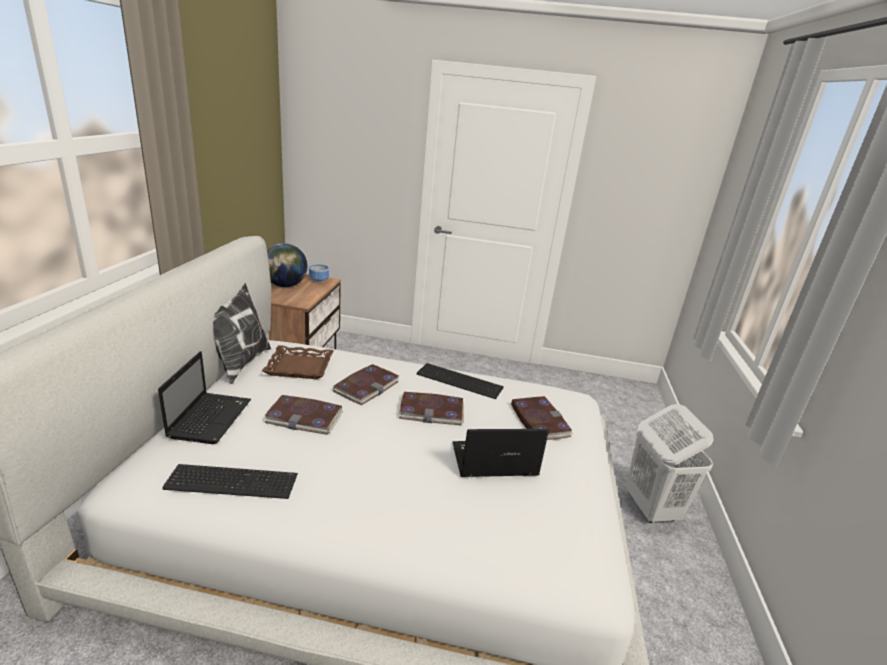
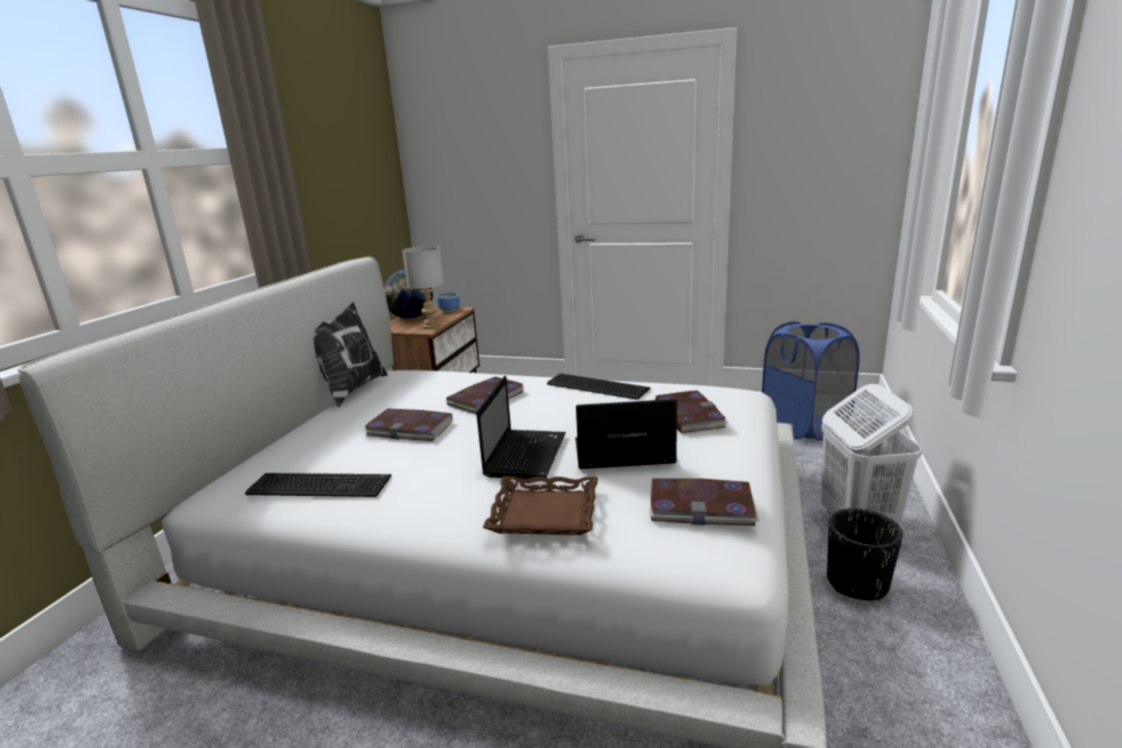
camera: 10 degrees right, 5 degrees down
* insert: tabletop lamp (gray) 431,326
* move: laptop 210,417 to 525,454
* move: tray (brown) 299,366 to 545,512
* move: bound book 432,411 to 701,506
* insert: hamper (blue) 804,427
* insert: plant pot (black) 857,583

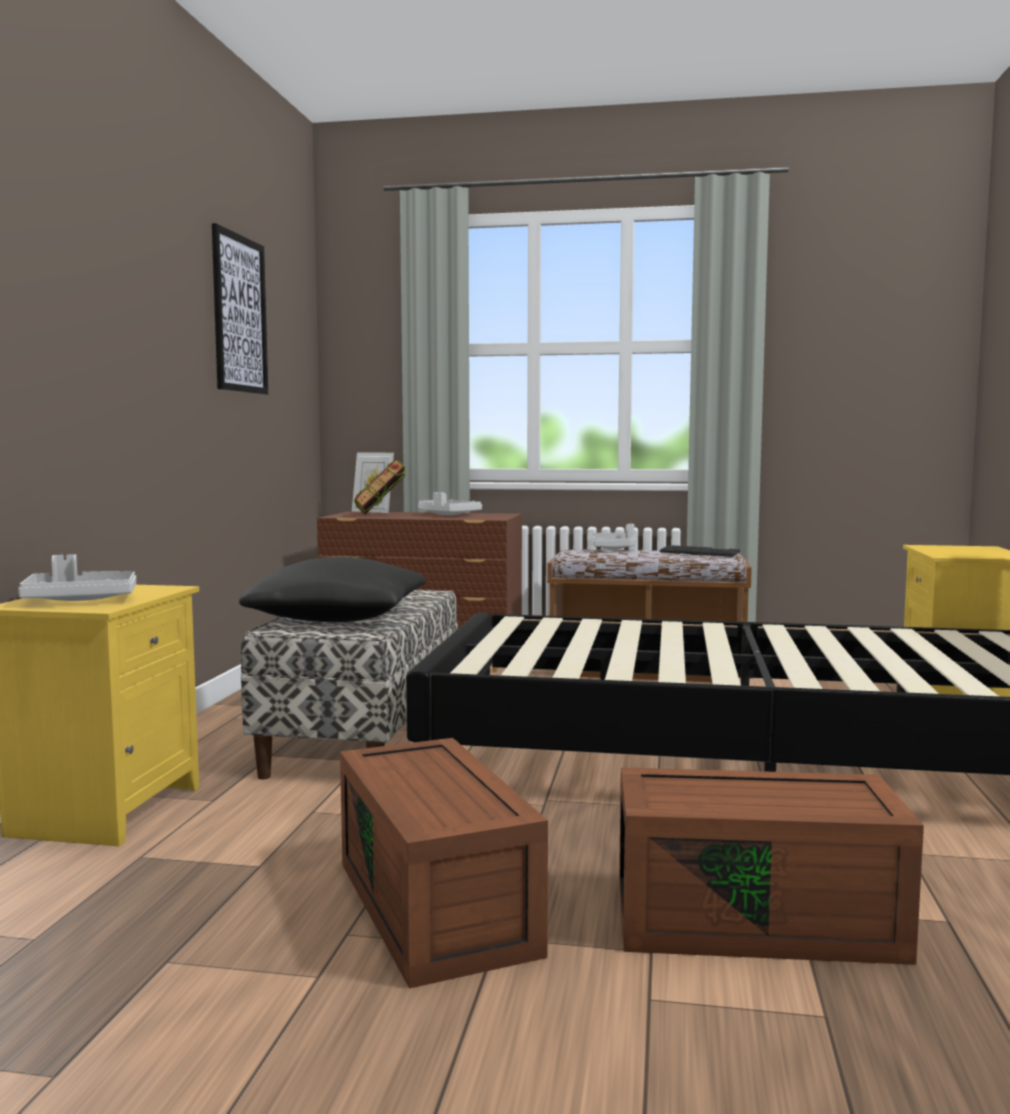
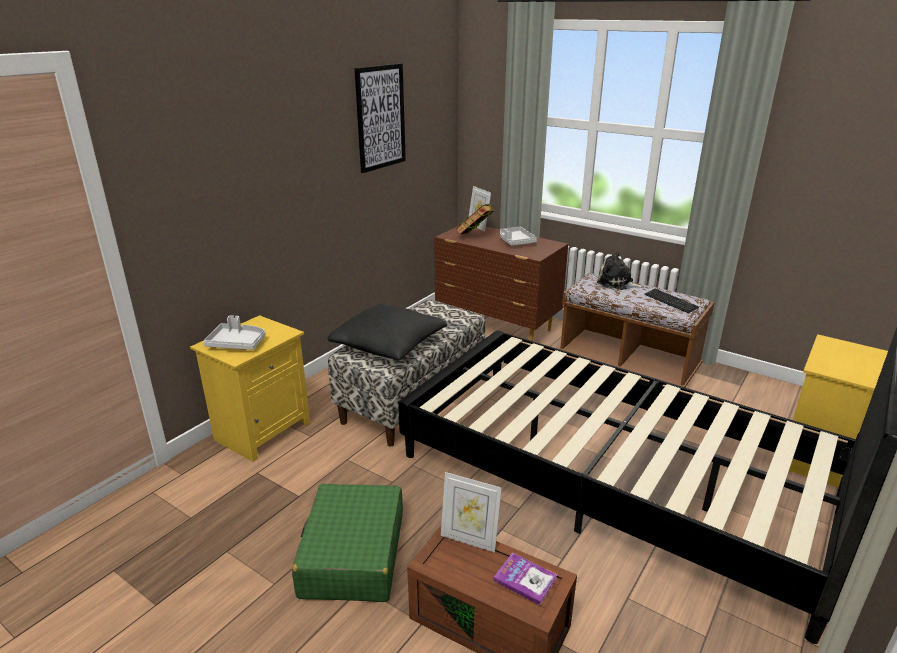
camera: 25 degrees right, 20 degrees up
* replace: storage box (brown) 440,908 to suitcase (green) 352,555
* insert: picture frame 469,539
* insert: bound book 525,579
* replace: tray (gray) 612,549 to cuddly toy 617,283

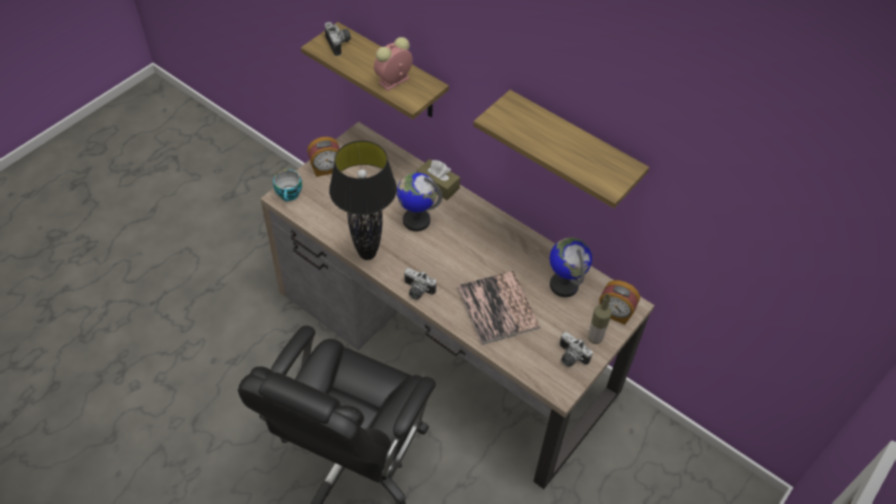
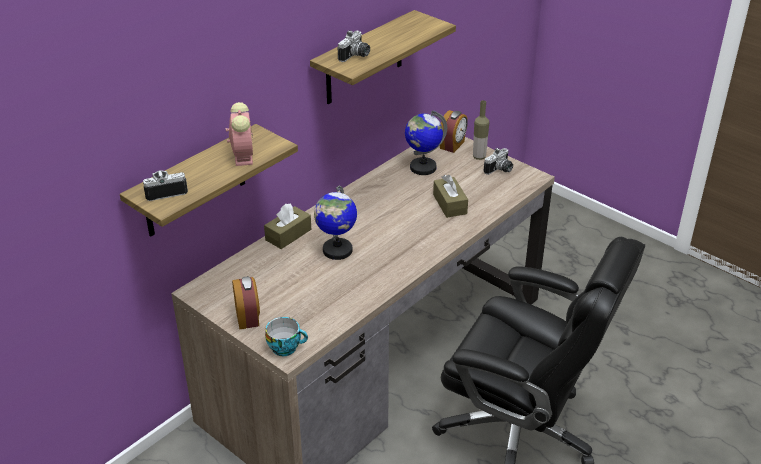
camera: 85 degrees left, 15 degrees down
* rotate: bedside clock 393,81 = 243,155 150 degrees counterclockwise
* move: still camera 417,291 to 356,56
* replace: bound book 498,308 to tissue holder (brown) 450,204
* delete: tabletop lamp (black) 367,254

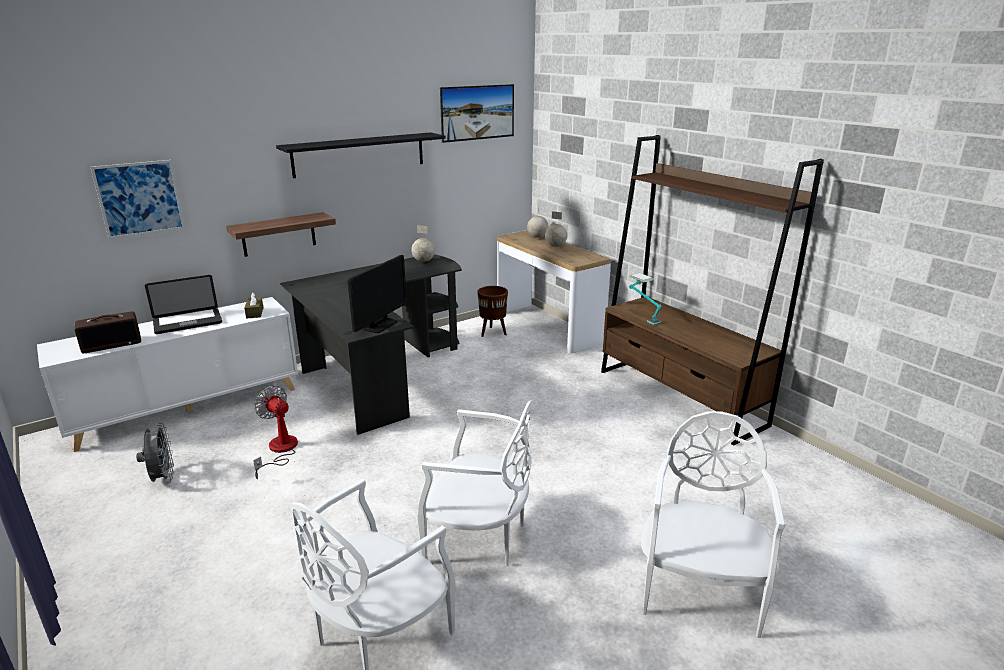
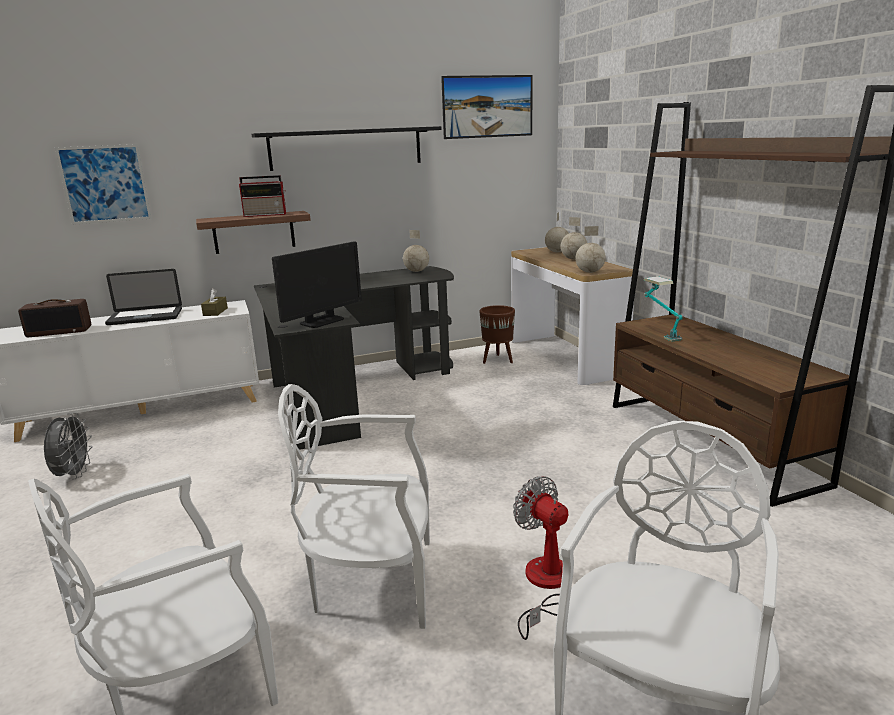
camera: 15 degrees right, 5 degrees down
* insert: radio receiver 266,214
* rotate: chair (white-coloured) 479,538 = 372,583 150 degrees clockwise
* move: cooling fan 279,451 to 545,585
* insert: world globe 589,272

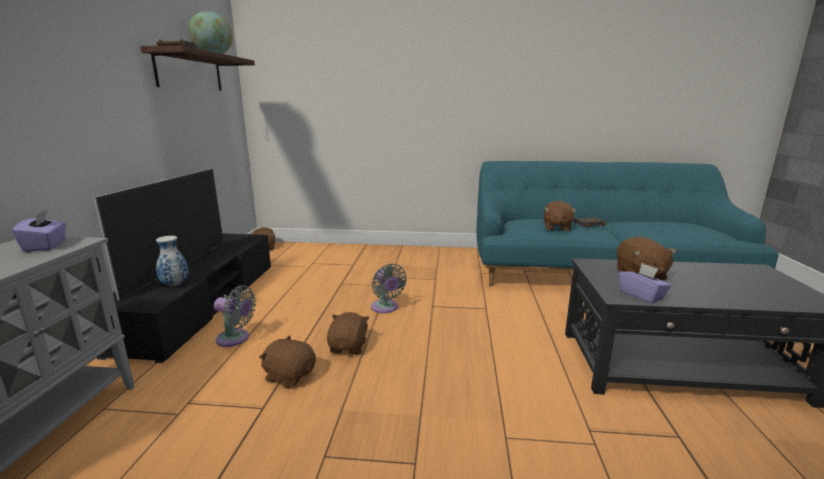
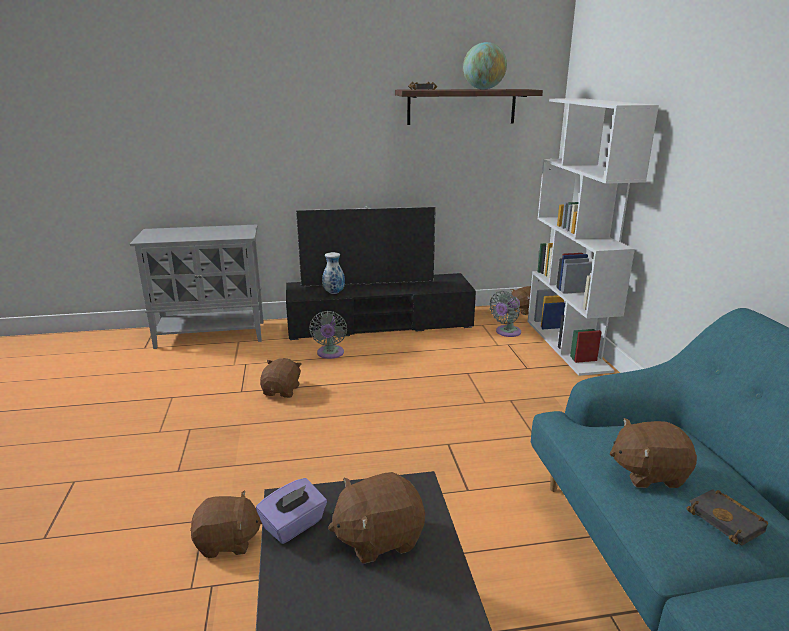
camera: 75 degrees right, 5 degrees up
* move: cuddly toy (brown) 349,347 to 227,542
* move: cooling fan (gray) 385,308 to 506,332
* insert: bookshelf (white-coloured) 567,345
* delete: tissue holder (purplish) 46,245

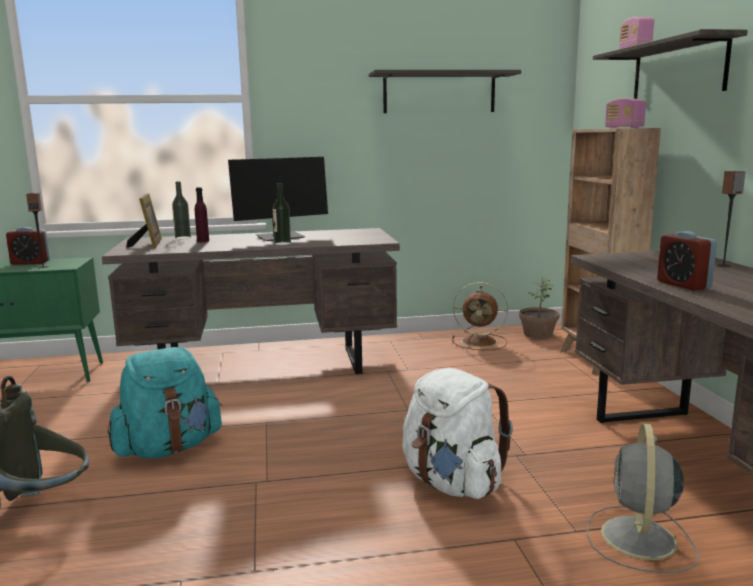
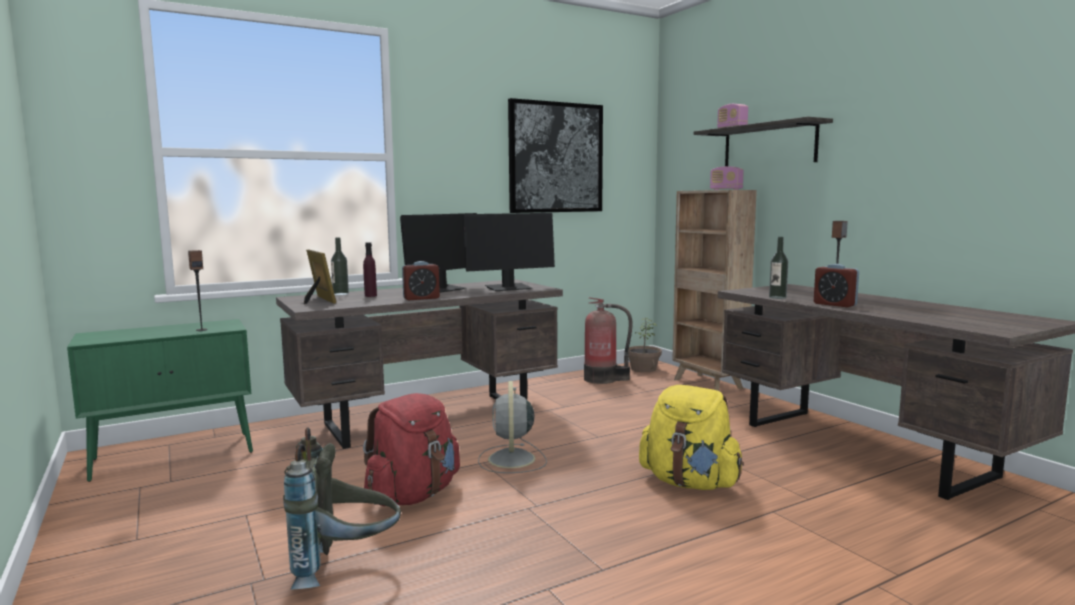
camera: 20 degrees left, 5 degrees down
* recolor: backpack (turquoise) 169,448 to backpack (red-coloured) 413,495
* move: bedside clock 30,263 to 421,298
* insert: computer display 508,288
* move: cooling fan (gray) 639,540 to 511,460
* replace: shelf 439,93 to wall picture 556,157
* replace: cooling fan (brown) 481,342 to extinguisher 603,379
* recolor: backpack (white-coloured) 452,483 to backpack (yellowish) 690,483
* move: drink bottle 282,243 to 777,297

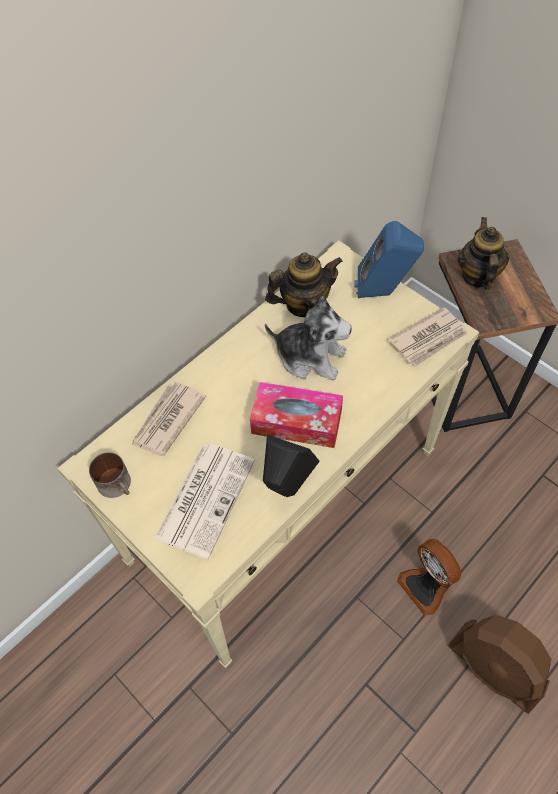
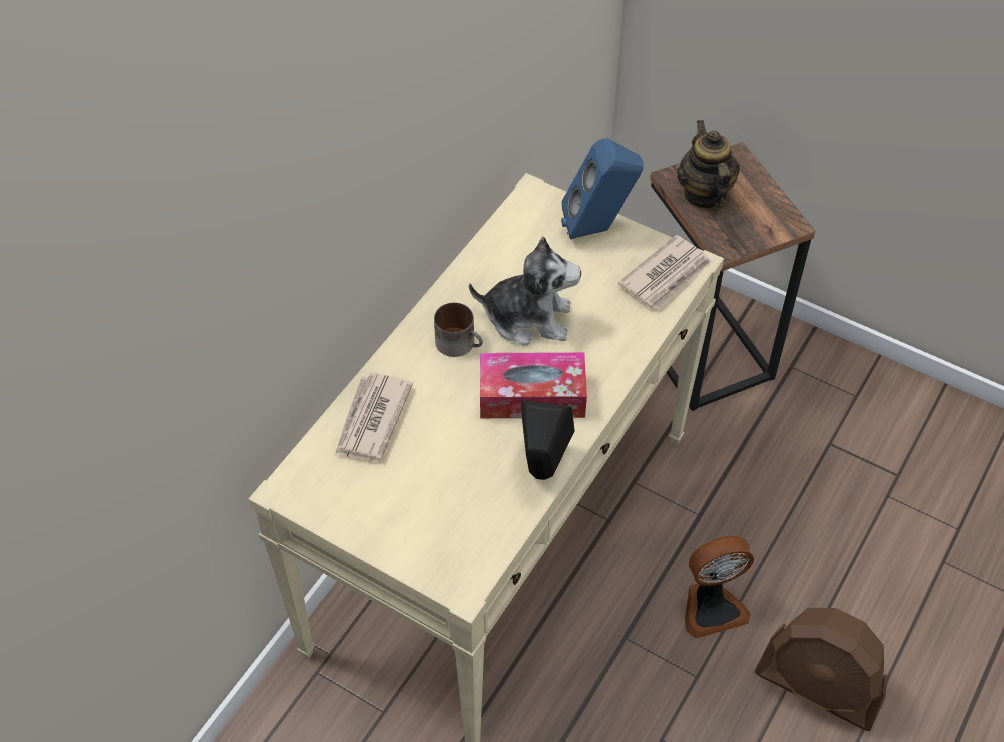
camera: 15 degrees left, 5 degrees down
* move: coffee mug 118,484 to 460,343
* rotate: cooling fan 426,586 = 711,607 60 degrees counterclockwise
* delete: newspaper 205,497
* delete: pot for tea 303,304

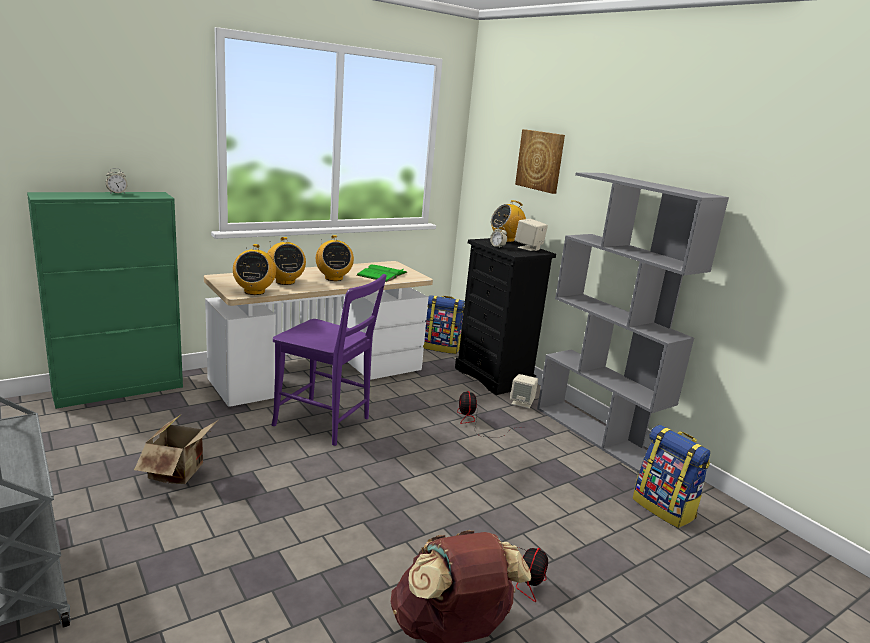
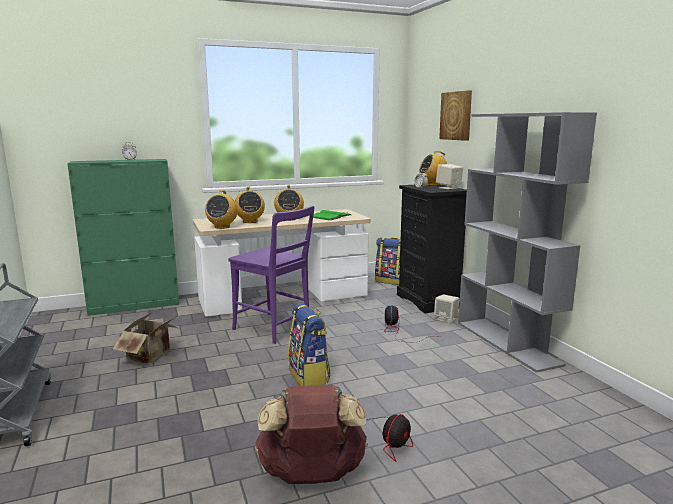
camera: 15 degrees right, 5 degrees down
* move: backpack 664,508 to 309,375

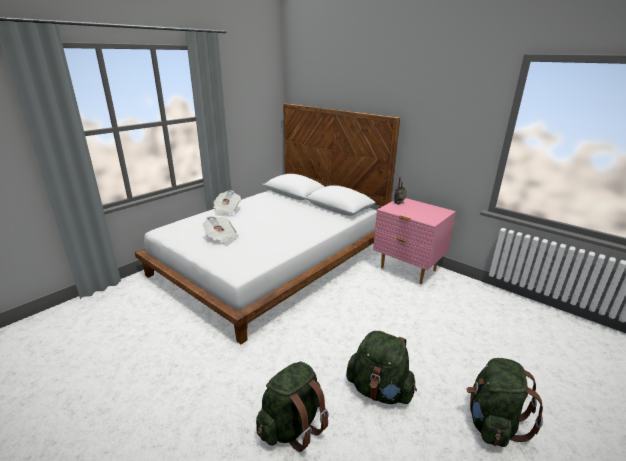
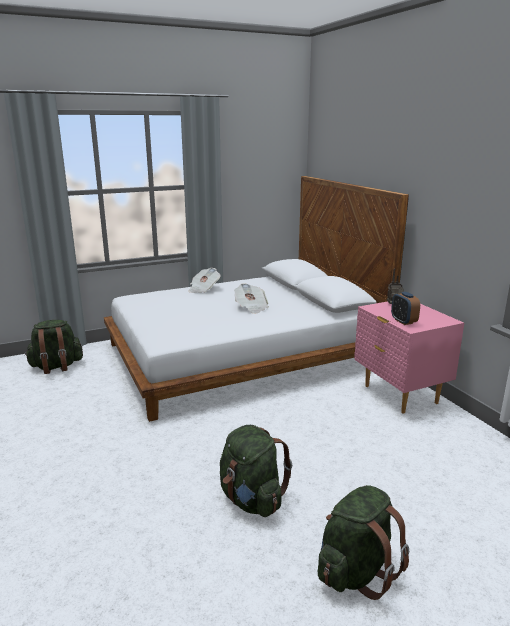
camera: 25 degrees right, 5 degrees down
* move: backpack (green) 292,426 to 56,367
* move: newspaper 221,238 to 251,307
* insert: bedside clock 403,321

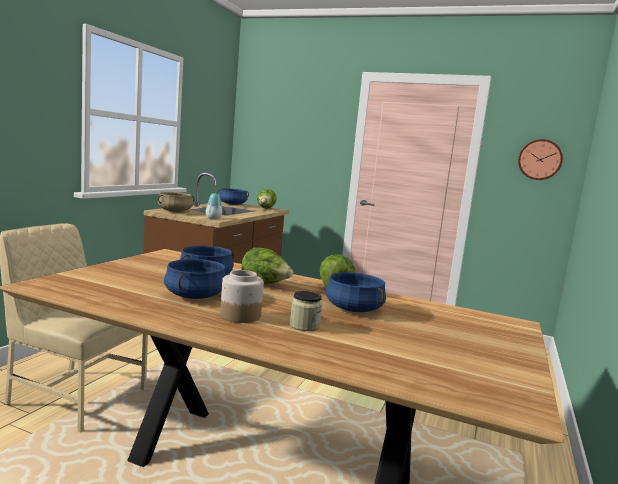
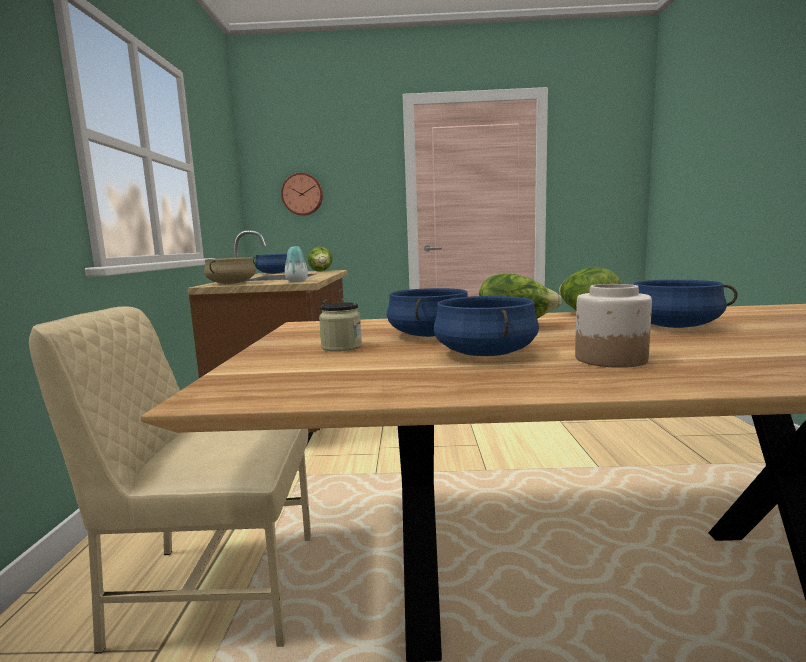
camera: 20 degrees left, 0 degrees up
* move: wall clock 539,159 to 302,194
* move: preserve jar 304,325 to 341,347

